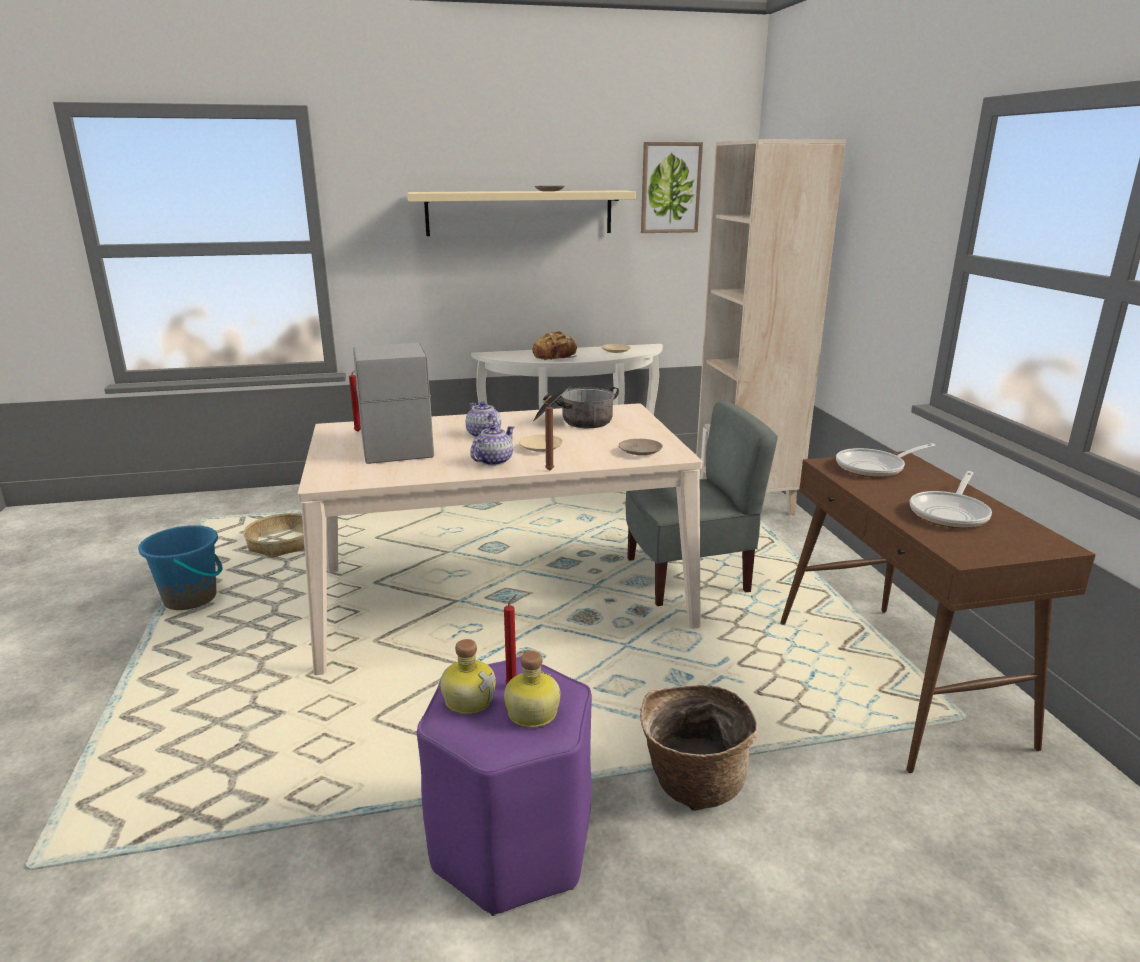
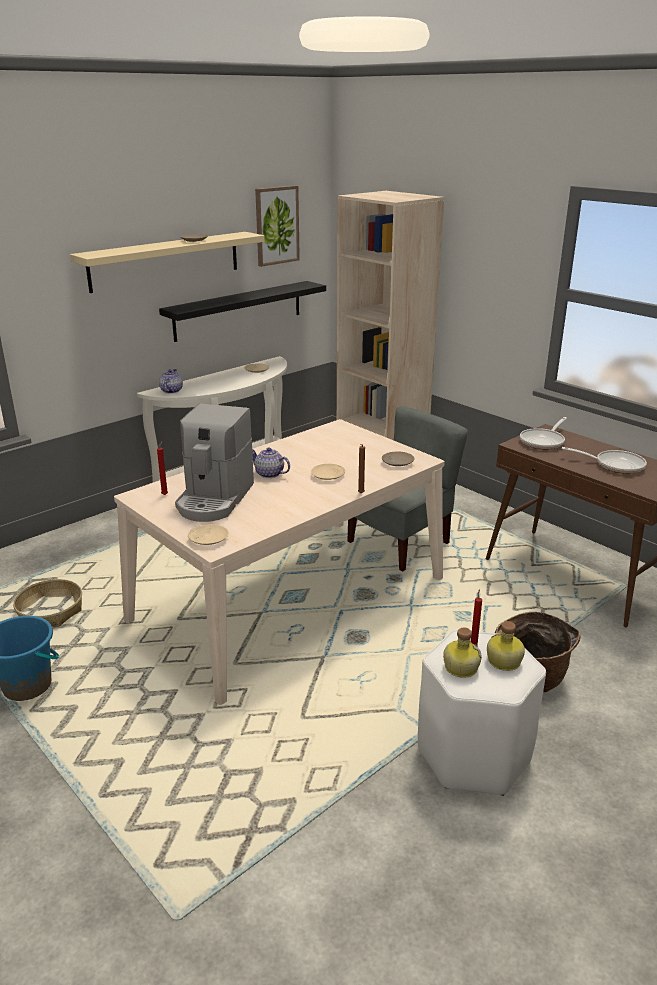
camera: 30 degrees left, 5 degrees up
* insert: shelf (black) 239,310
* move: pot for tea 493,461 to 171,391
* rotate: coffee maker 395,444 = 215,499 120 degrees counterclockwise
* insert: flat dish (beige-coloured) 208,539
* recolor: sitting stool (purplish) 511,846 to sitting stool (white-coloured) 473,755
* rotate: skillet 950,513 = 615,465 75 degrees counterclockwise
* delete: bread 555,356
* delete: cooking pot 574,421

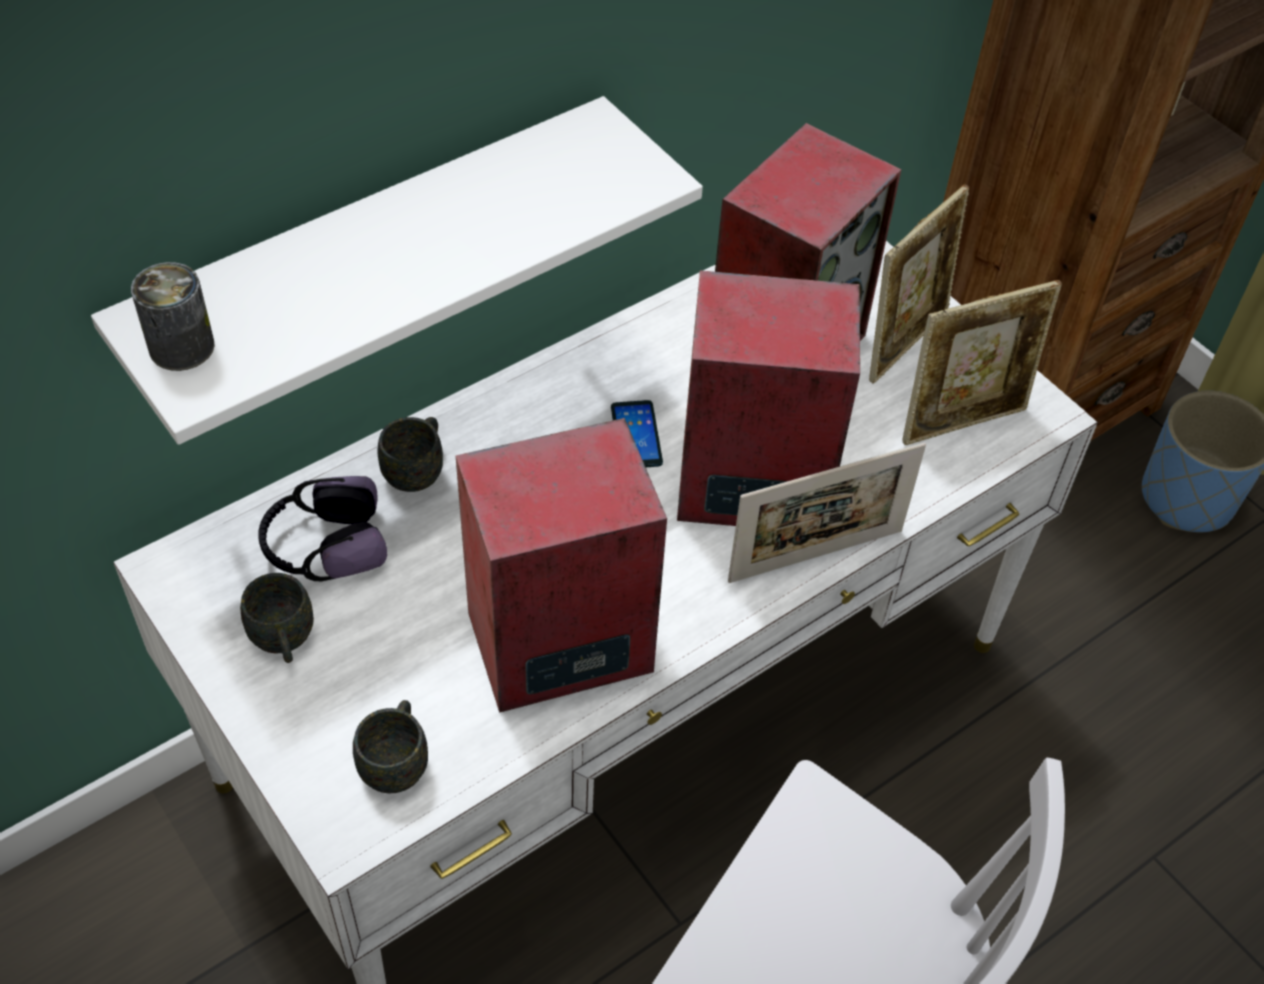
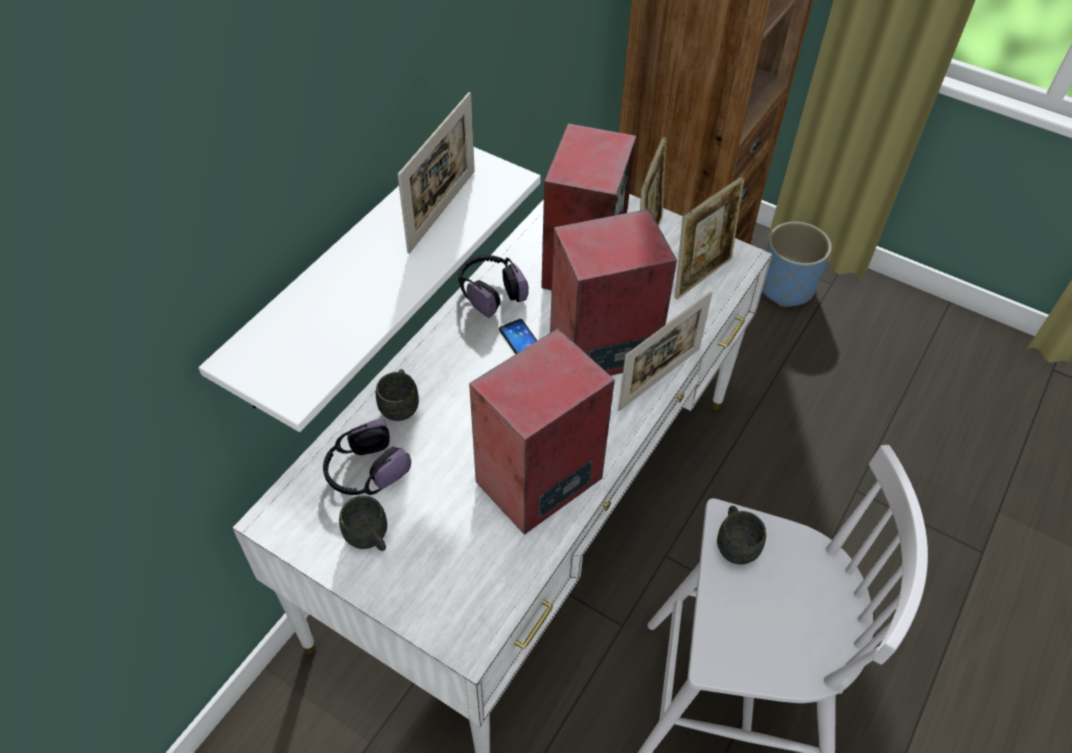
camera: 20 degrees left, 0 degrees up
* insert: picture frame 442,211
* insert: pair of headphones 490,291
* move: coffee mug (gray) 396,760 to 735,544
* delete: metal can 181,347

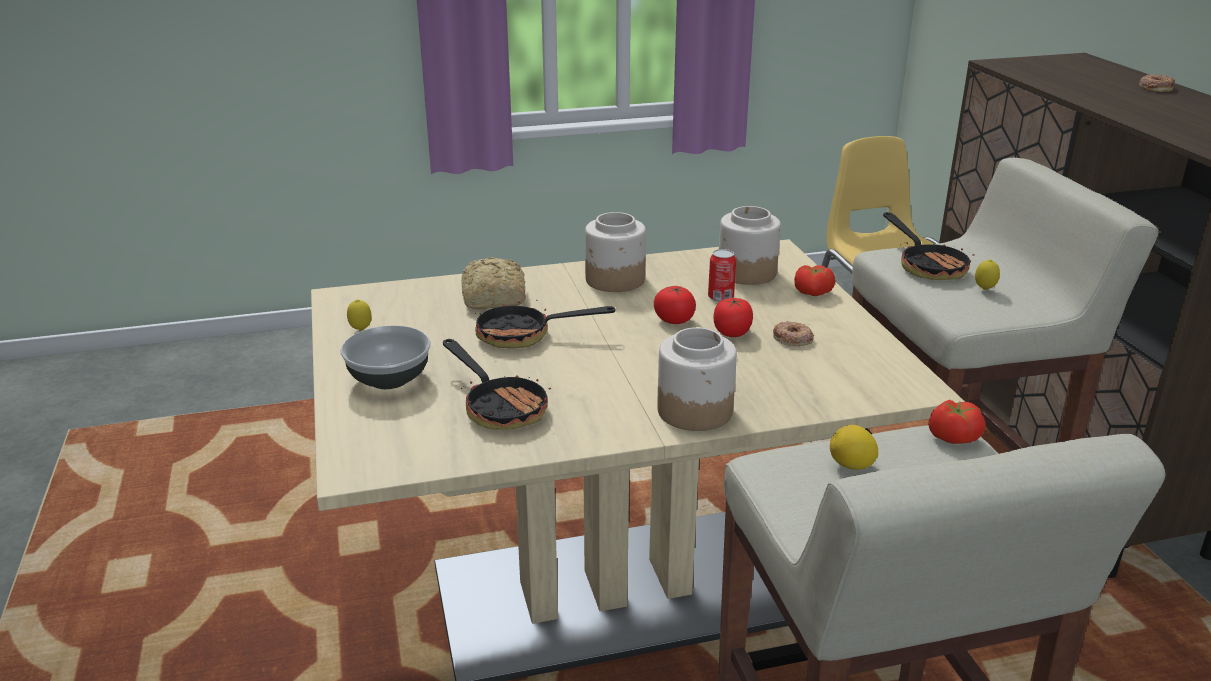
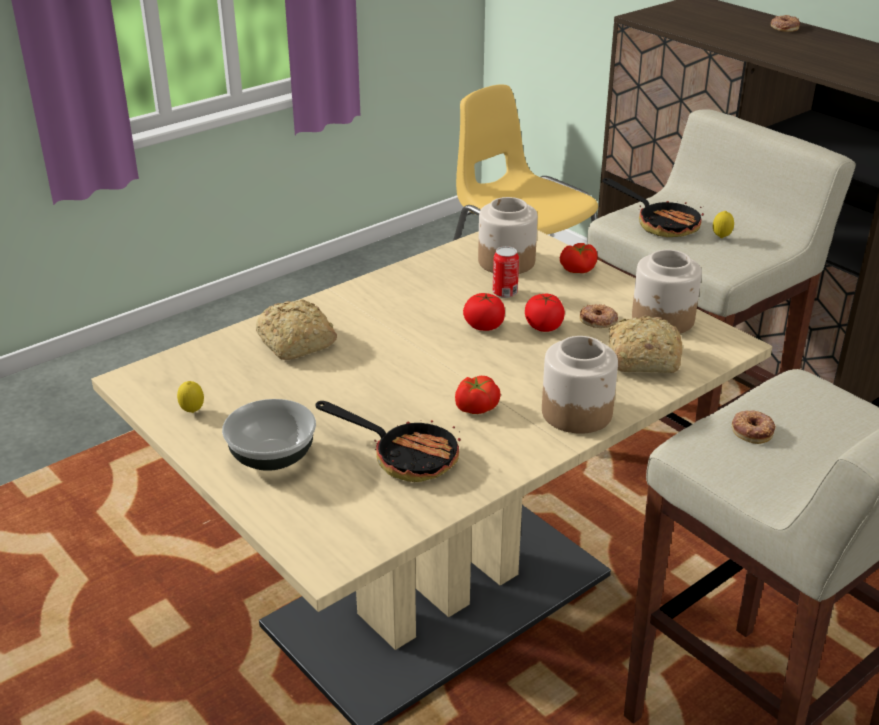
camera: 25 degrees left, 5 degrees up
* move: tomato 953,436 to 476,407
* insert: bread 640,359
* move: preserve jar 615,280 to 663,319
* replace: lemon 851,466 to doughnut 752,430
* delete: skillet 525,336

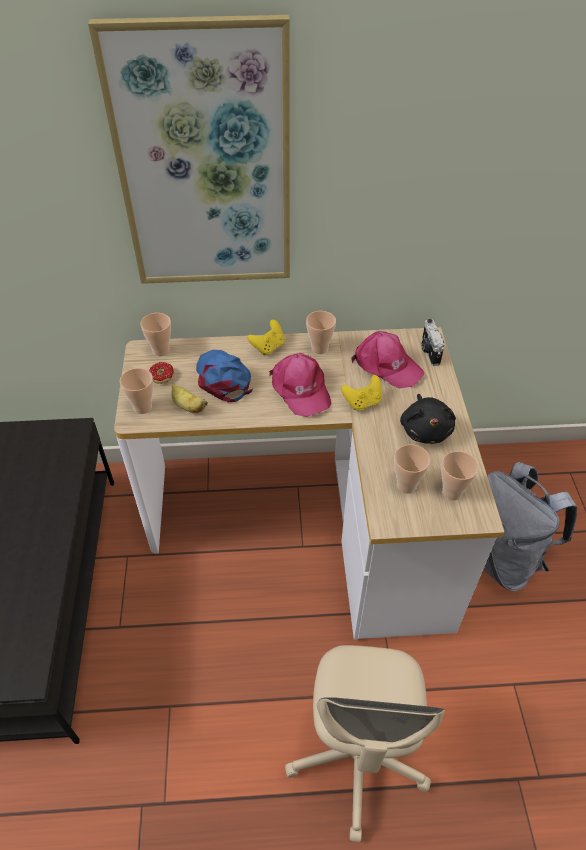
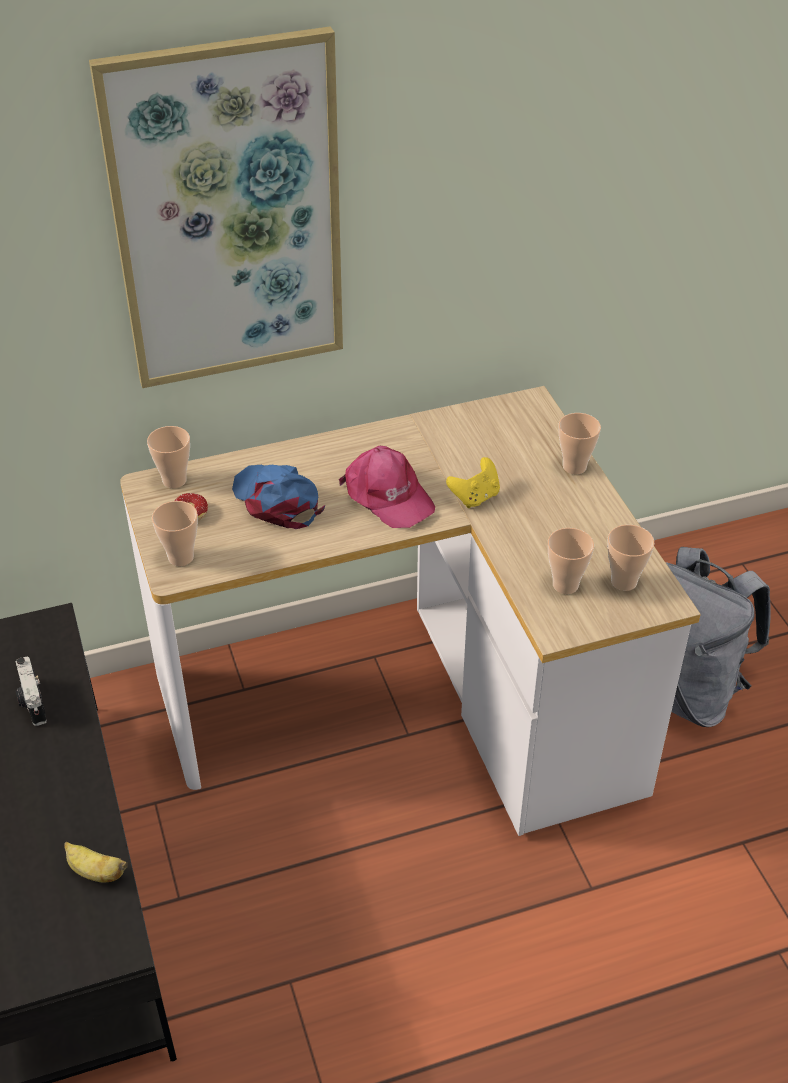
camera: 15 degrees left, 5 degrees down
* move: still camera 429,351 to 32,703
* move: whole banana 188,406 to 95,872
* move: small cup 319,348 to 574,467
* delete: gamepad (yellowish) 268,347
* delete: office chair (beige-coloured) 357,758
* delete: cap (pink-coloured) 386,365
* delete: cuddly toy (black) 425,429

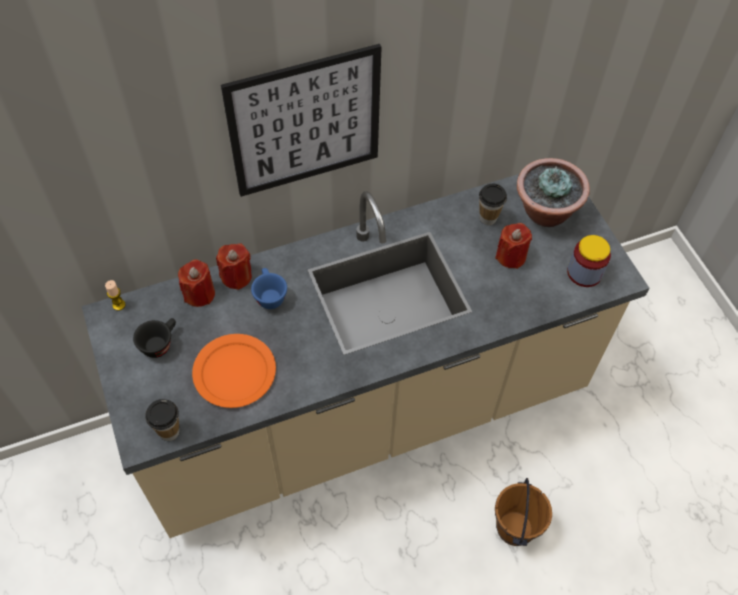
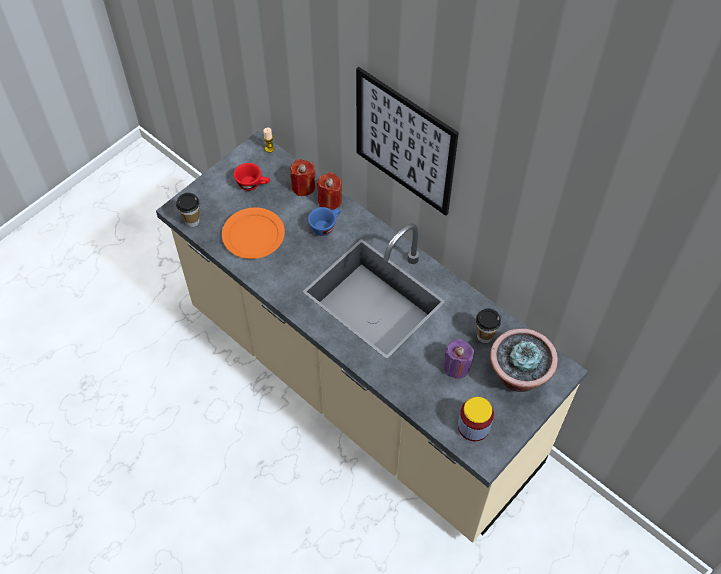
camera: 65 degrees right, 0 degrees up
* recolor: small cup (black) 159,343 to small cup (red-coloured) 253,184
* recolor: wax light (red-coloured) 511,256 to wax light (purplish) 456,366
* delete: water bucket (brown) 515,528

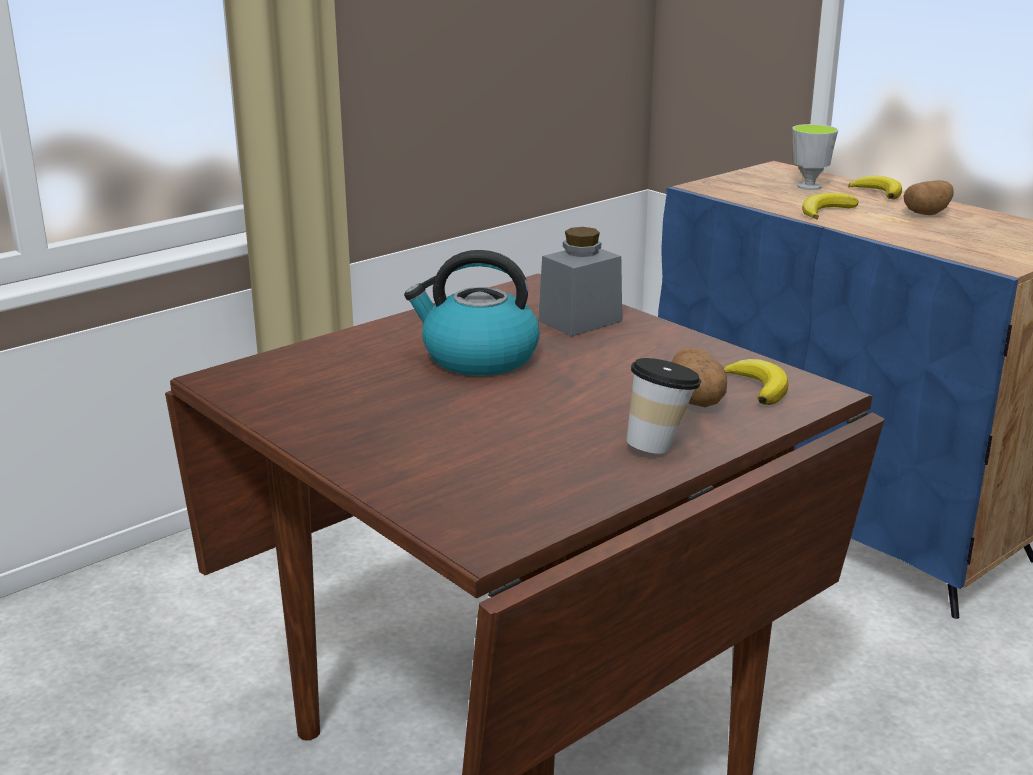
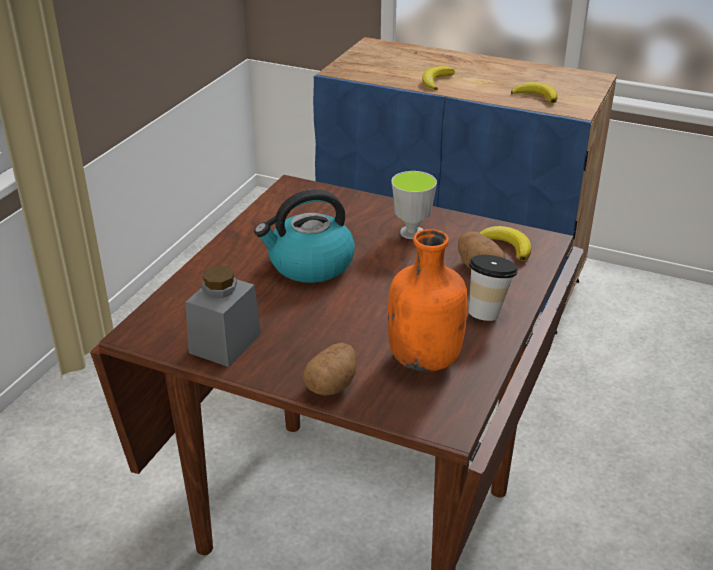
camera: 25 degrees left, 10 degrees up
* move: preserve jar (gray) 580,321 to 225,343
* move: potato 927,213 to 332,385
* insert: drink bottle (orange-coloured) 425,358
* move: small cup 809,186 to 412,233
* move: whole banana 878,192 to 536,96

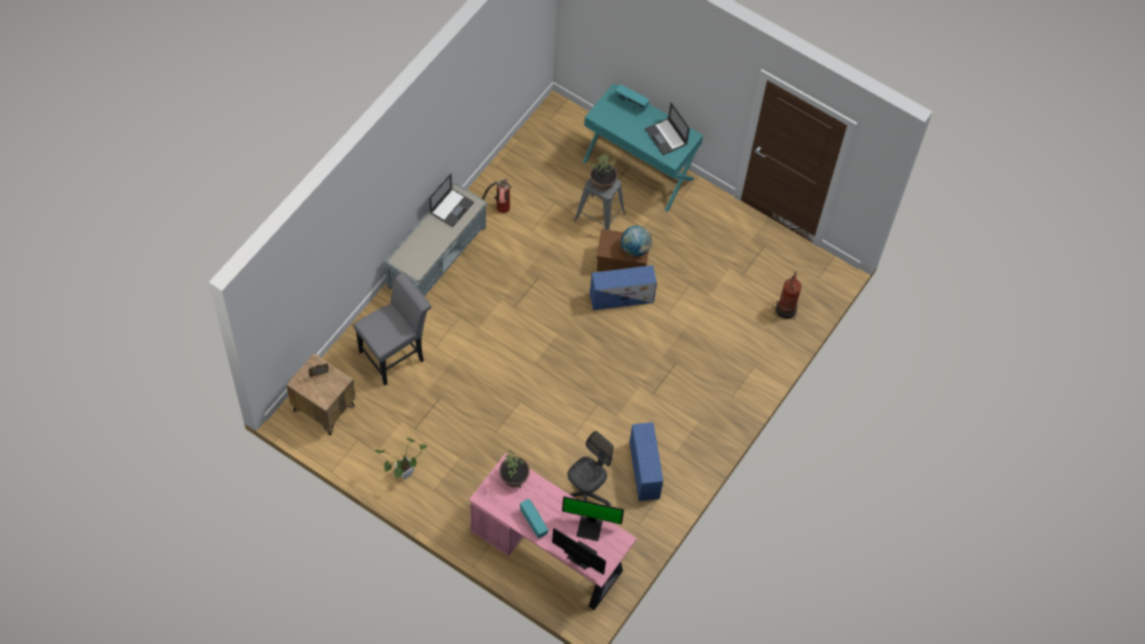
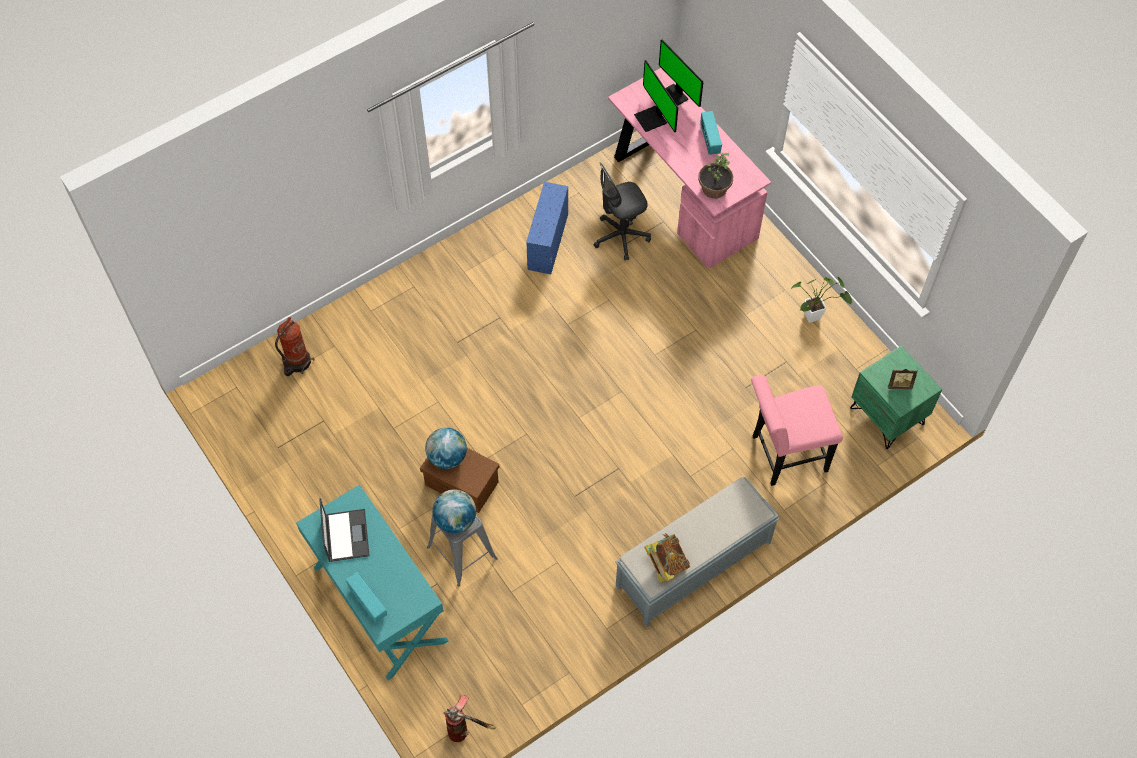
camera: 155 degrees left, 0 degrees up
* replace: potted plant 603,182 to world globe 455,520
* move: extinguisher 498,210 to 465,730
* rotate: computer display 590,527 = 652,119 150 degrees counterclockwise
* replace: laptop 451,207 to bound book 666,563
* recolor: chair (gray) 395,354 to chair (pink-coloured) 783,455
* recolor: bedside table (brown) 323,409 to bedside table (green) 887,416
* delete: storage box (blue) 622,297

